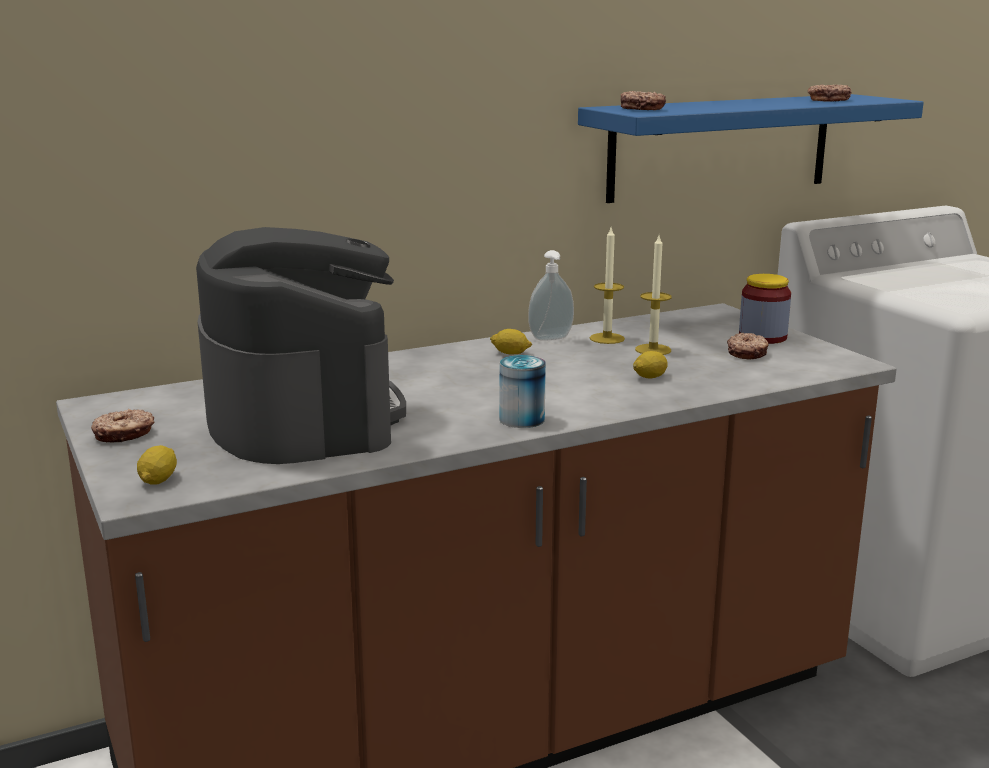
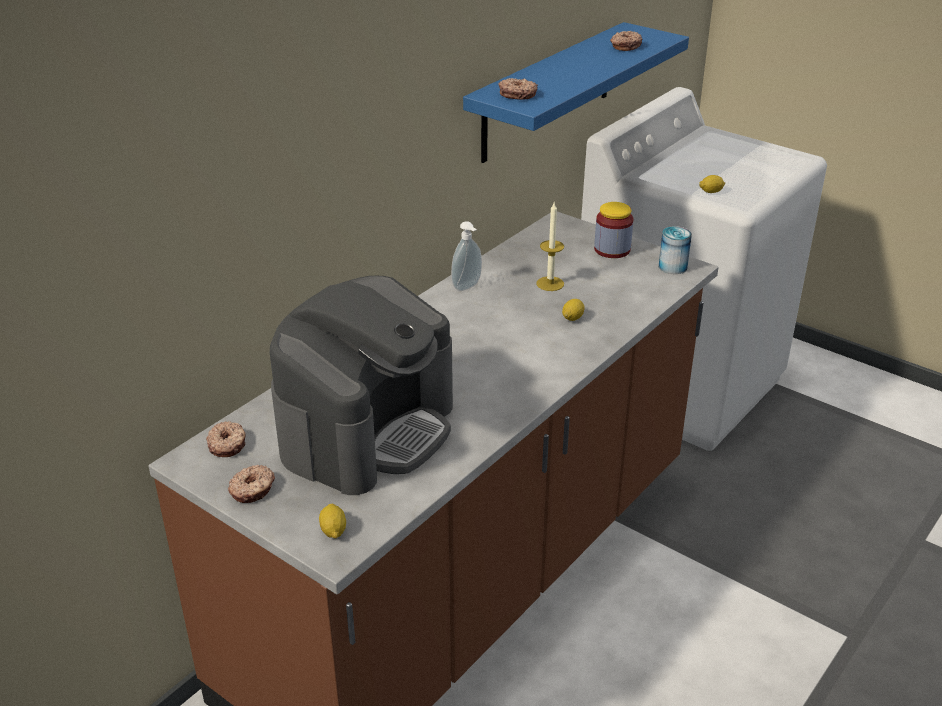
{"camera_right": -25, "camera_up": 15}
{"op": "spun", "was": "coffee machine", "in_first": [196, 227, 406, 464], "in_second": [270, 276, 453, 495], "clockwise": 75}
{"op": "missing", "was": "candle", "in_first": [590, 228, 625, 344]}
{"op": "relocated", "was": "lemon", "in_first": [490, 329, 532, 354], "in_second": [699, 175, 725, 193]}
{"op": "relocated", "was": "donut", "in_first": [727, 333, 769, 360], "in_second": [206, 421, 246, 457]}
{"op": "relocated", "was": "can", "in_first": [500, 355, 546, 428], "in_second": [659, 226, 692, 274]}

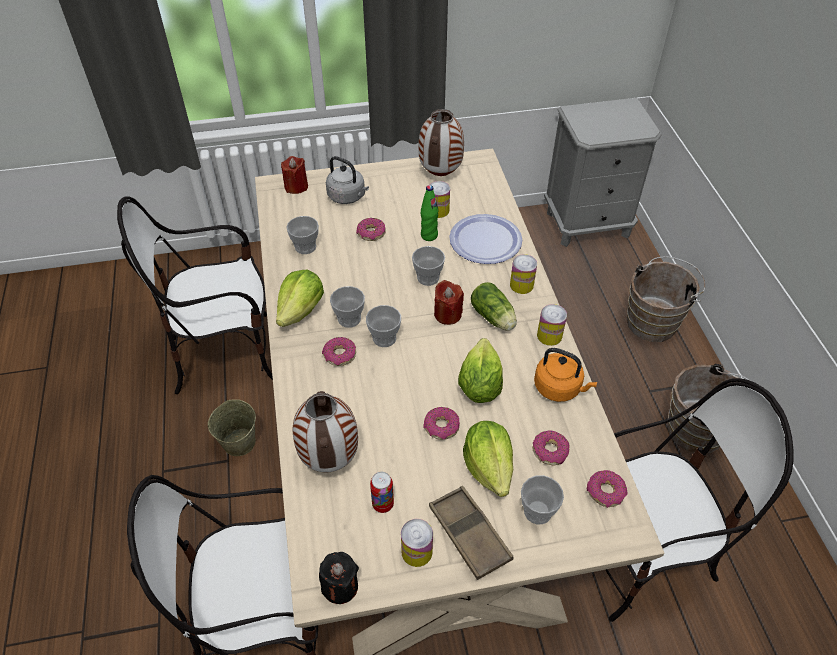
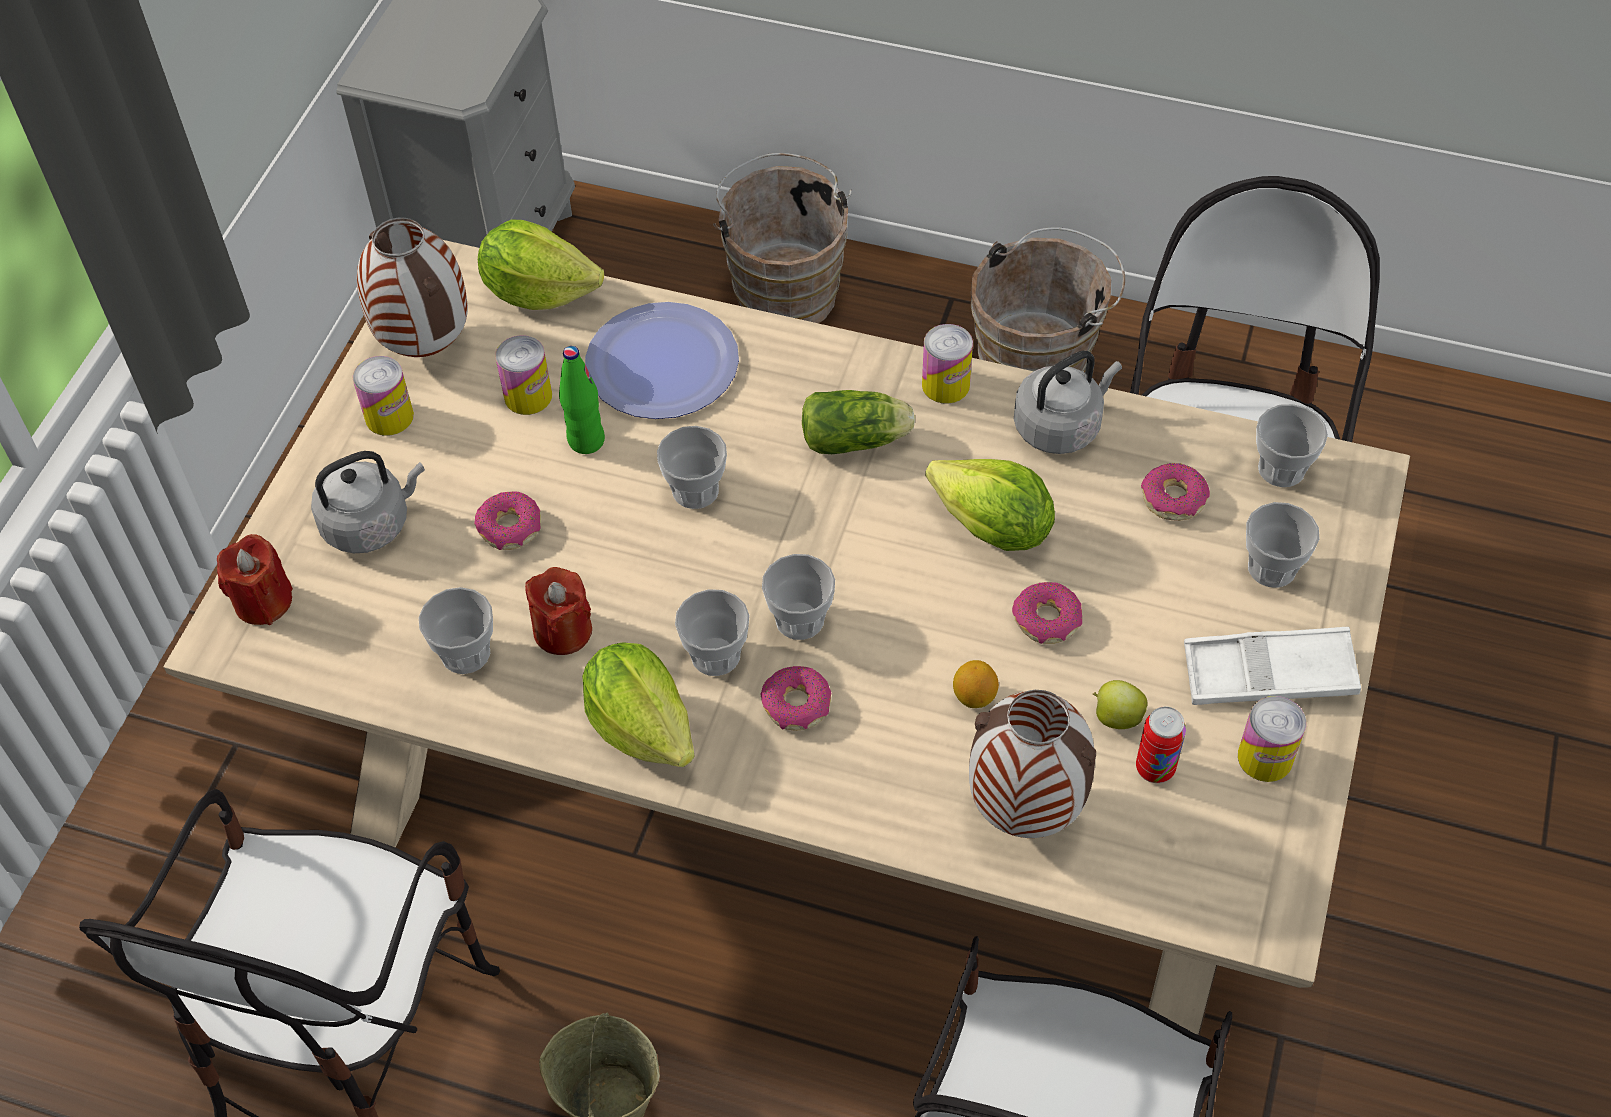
{"camera_right": -60, "camera_up": 5}
{"op": "relocated", "was": "can", "in_first": [510, 254, 537, 294], "in_second": [353, 356, 414, 436]}
{"op": "relocated", "was": "candle/red", "in_first": [434, 280, 464, 325], "in_second": [525, 567, 592, 655]}
{"op": "colour", "was": "kettle/orange", "now": "kettle/grey", "in_first": [534, 348, 597, 402], "in_second": [1014, 351, 1122, 454]}
{"op": "relocated", "was": "lettuce", "in_first": [463, 421, 513, 497], "in_second": [478, 219, 604, 310]}
{"op": "exchanged", "was": "donut", "now": "cup", "in_first": [587, 470, 628, 508], "in_second": [1256, 404, 1328, 487]}
{"op": "colour", "was": "tray/brown", "now": "tray/white", "in_first": [429, 486, 513, 580], "in_second": [1184, 627, 1361, 705]}
{"op": "missing", "was": "candle/black", "in_first": [319, 552, 359, 604]}
{"op": "appeared", "now": "lemon", "in_second": [953, 660, 999, 708]}
{"op": "appeared", "now": "apple", "in_second": [1093, 680, 1148, 729]}

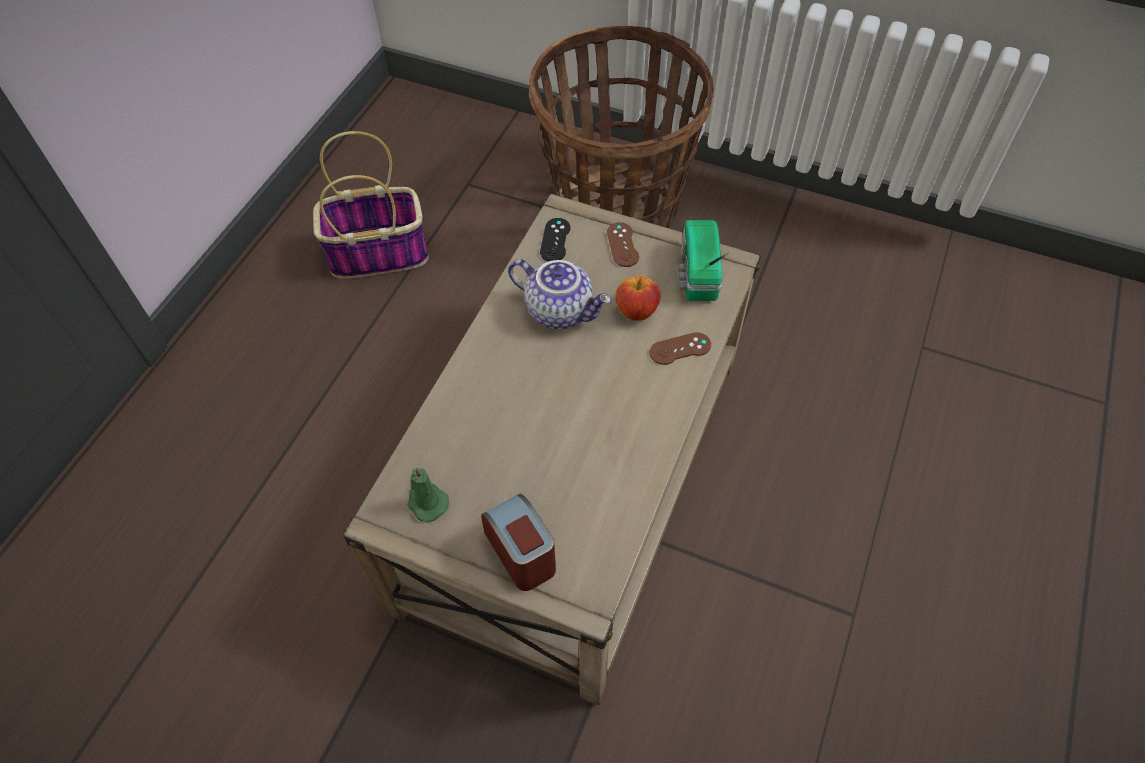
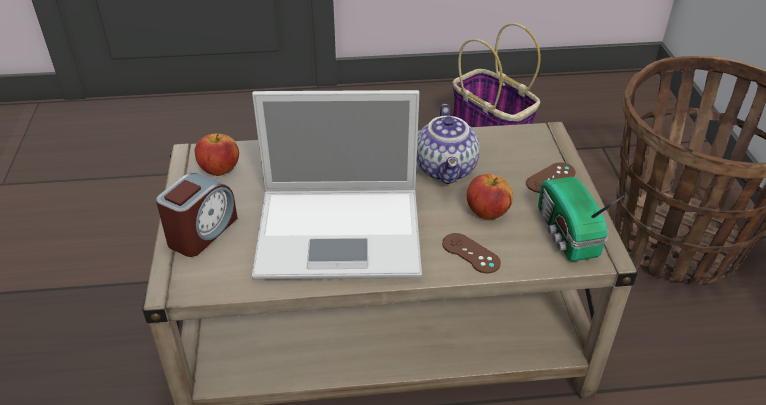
{"camera_right": 60, "camera_up": -15}
{"op": "missing", "was": "game controller/black", "in_first": [540, 218, 570, 262]}
{"op": "spun", "was": "radio", "in_first": [678, 220, 729, 301], "in_second": [538, 177, 624, 262], "clockwise": -75}
{"op": "exchanged", "was": "candle/green", "now": "apple", "in_first": [407, 467, 449, 522], "in_second": [195, 133, 239, 176]}
{"op": "appeared", "now": "laptop", "in_second": [252, 90, 422, 280]}

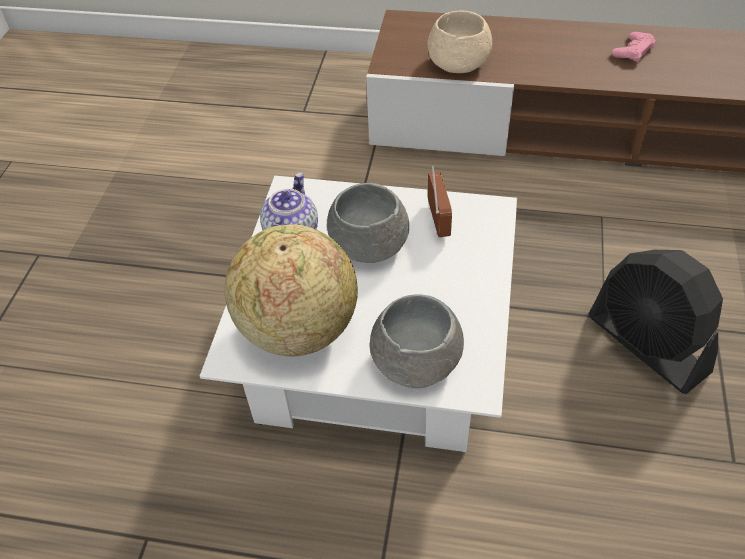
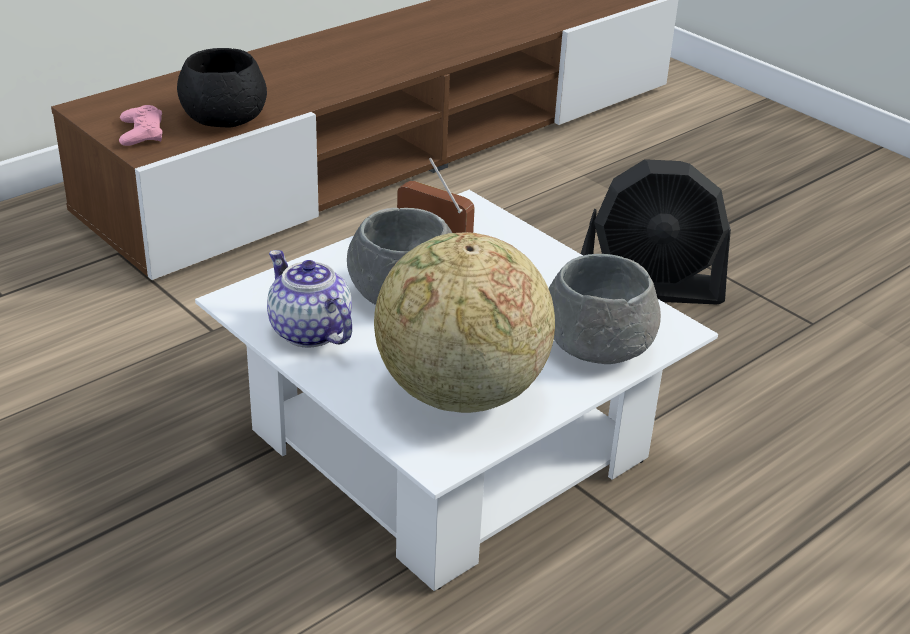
{"camera_right": -55, "camera_up": -15}
{"op": "colour", "was": "bowl/beige", "now": "bowl/black", "in_first": [428, 10, 492, 73], "in_second": [177, 48, 267, 127]}
{"op": "relocated", "was": "game controller/pink", "in_first": [611, 32, 657, 63], "in_second": [119, 105, 163, 146]}

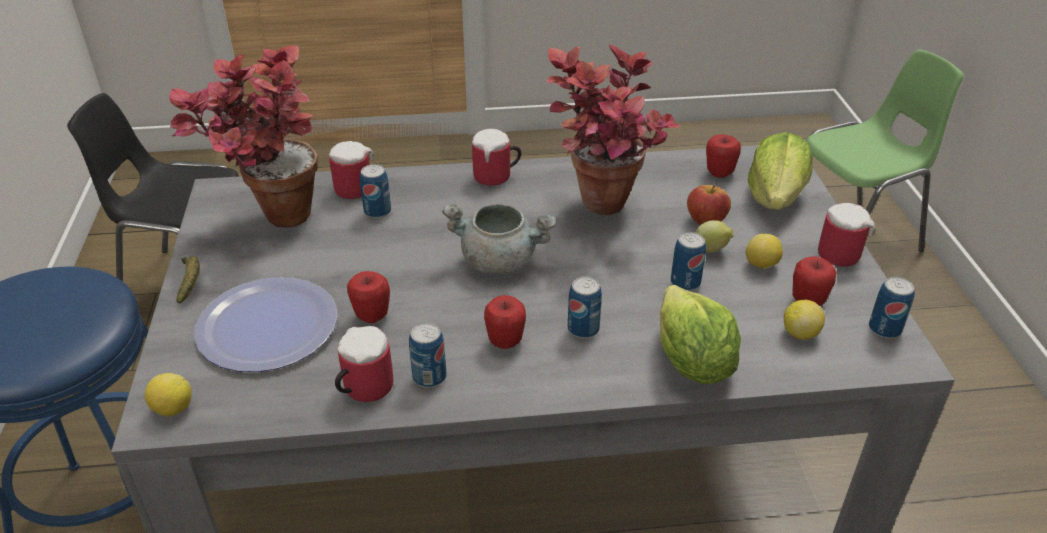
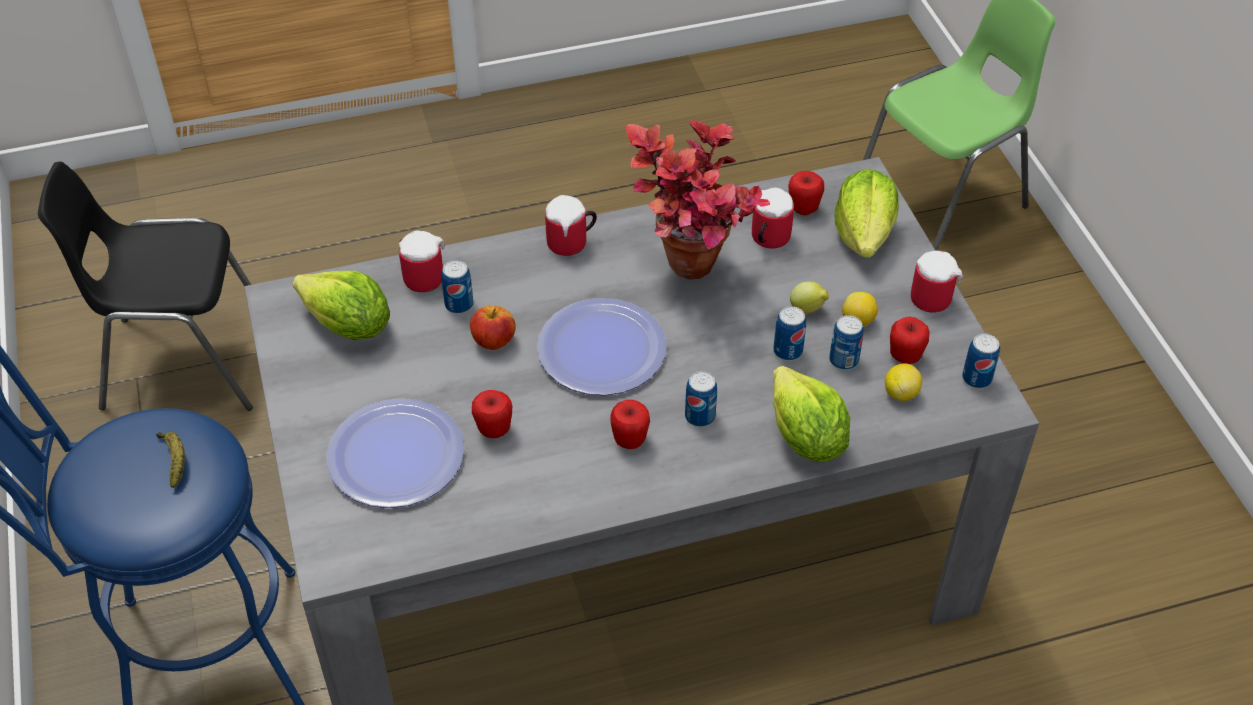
{"camera_right": -10, "camera_up": 10}
{"op": "exchanged", "was": "potted plant", "now": "lettuce", "in_first": [169, 45, 318, 228], "in_second": [293, 271, 390, 340]}
{"op": "relocated", "was": "apple", "in_first": [687, 185, 731, 225], "in_second": [470, 305, 516, 350]}
{"op": "exchanged", "was": "cooking pot/grey", "now": "plate", "in_first": [442, 204, 557, 274], "in_second": [537, 298, 667, 395]}
{"op": "relocated", "was": "banana", "in_first": [176, 256, 200, 304], "in_second": [156, 432, 185, 488]}
{"op": "relocated", "was": "can", "in_first": [409, 323, 446, 388], "in_second": [829, 315, 864, 370]}
{"op": "relocated", "was": "mug", "in_first": [335, 326, 393, 402], "in_second": [752, 187, 794, 248]}
{"op": "missing", "was": "lemon", "in_first": [144, 373, 192, 417]}

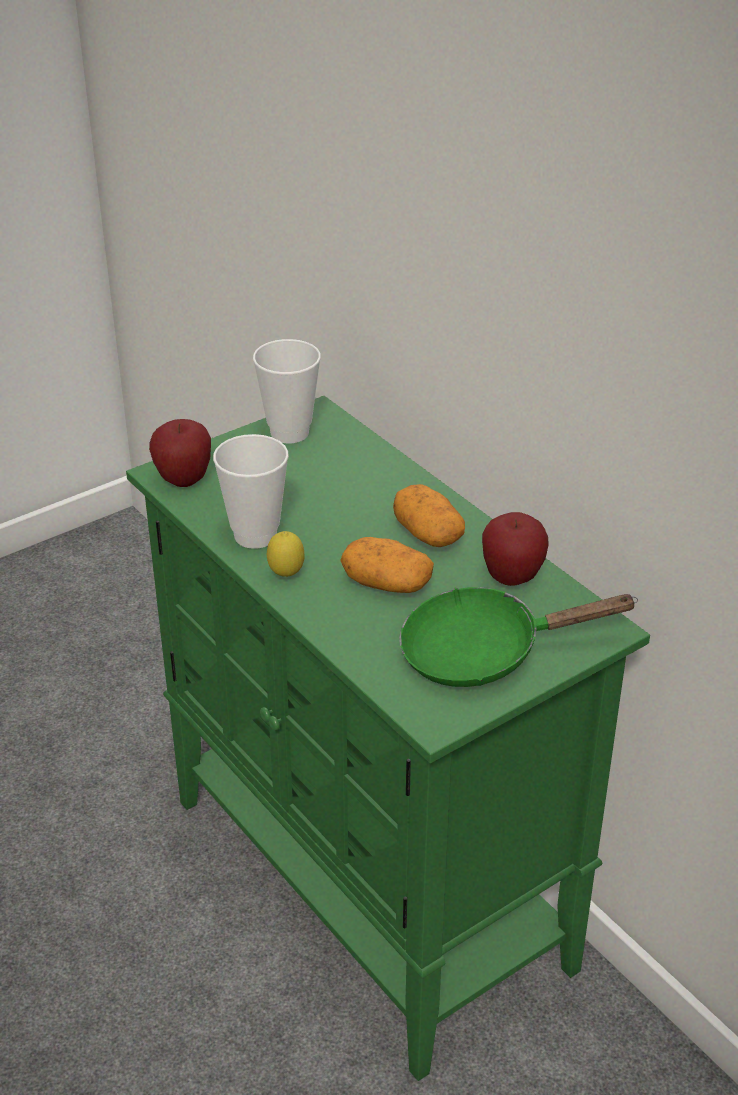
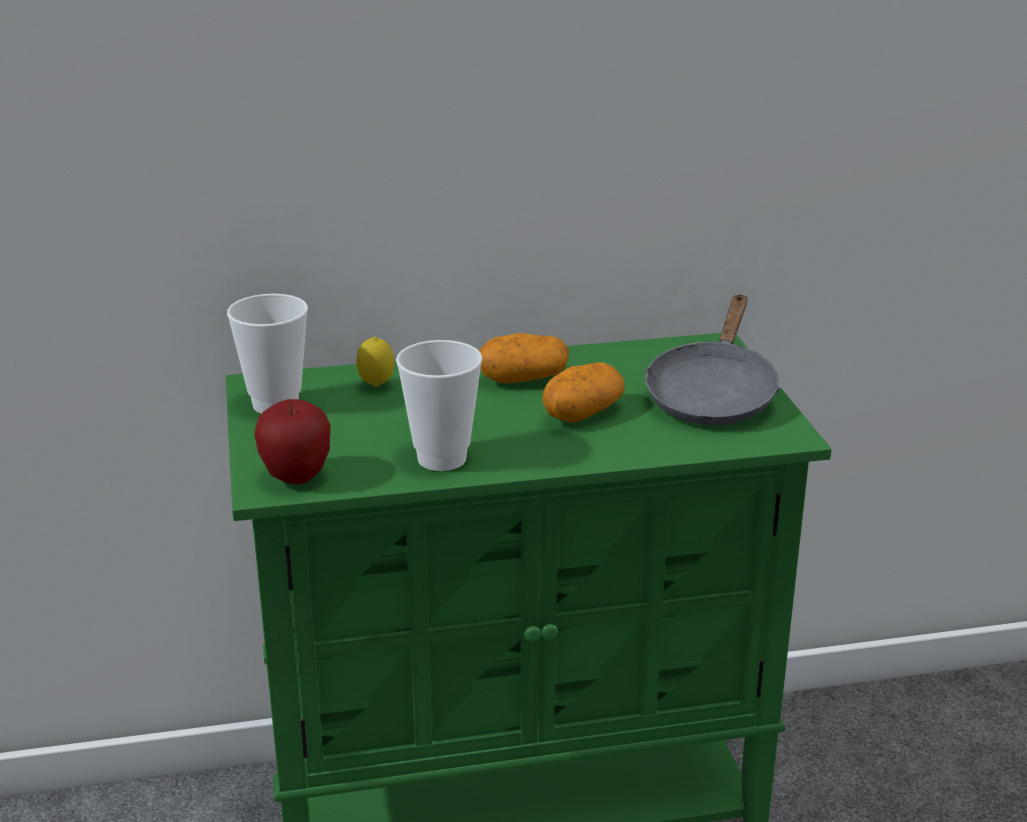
{"camera_right": -65, "camera_up": -10}
{"op": "missing", "was": "apple", "in_first": [482, 512, 549, 586]}
{"op": "relocated", "was": "lemon", "in_first": [267, 531, 304, 577], "in_second": [356, 337, 395, 387]}
{"op": "colour", "was": "frying pan/green", "now": "frying pan/grey", "in_first": [399, 587, 638, 687], "in_second": [645, 294, 781, 425]}

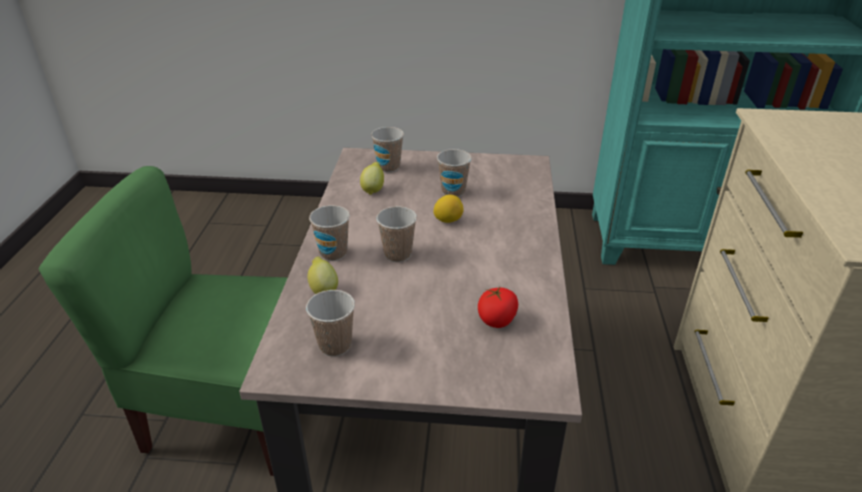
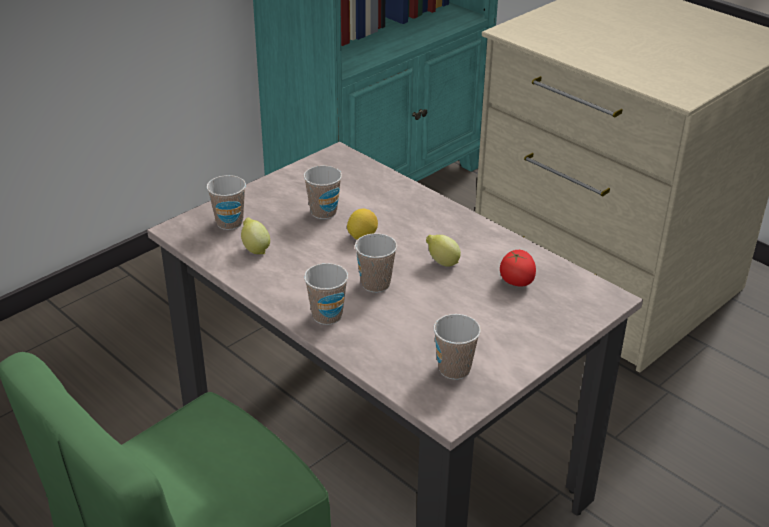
{"camera_right": -50, "camera_up": 0}
{"op": "relocated", "was": "lemon", "in_first": [307, 256, 338, 294], "in_second": [426, 235, 461, 267]}

